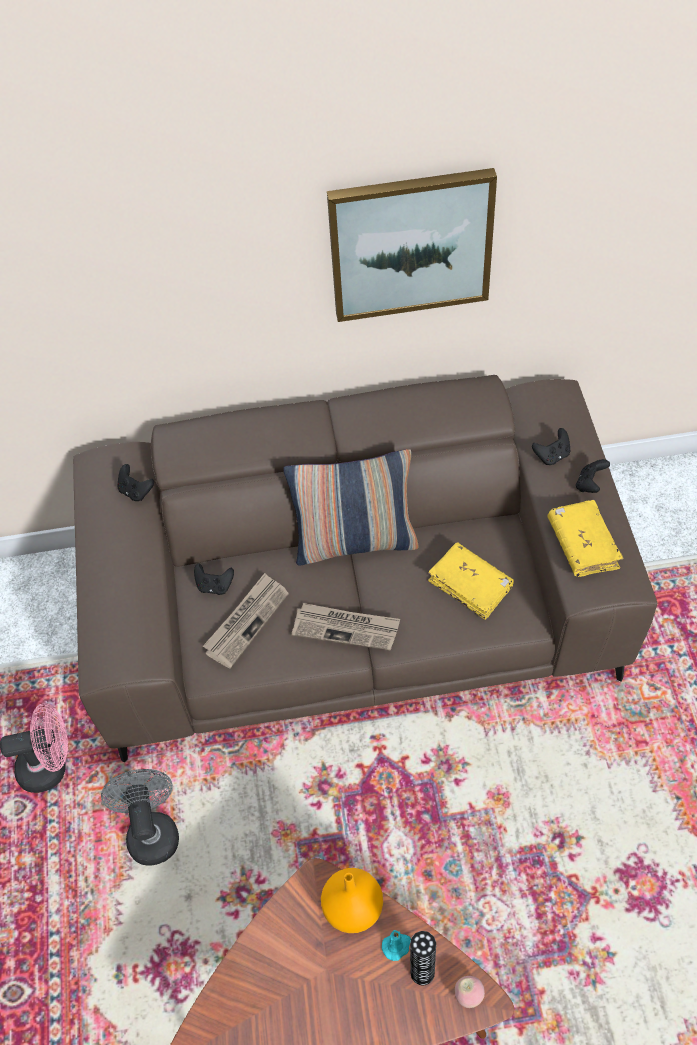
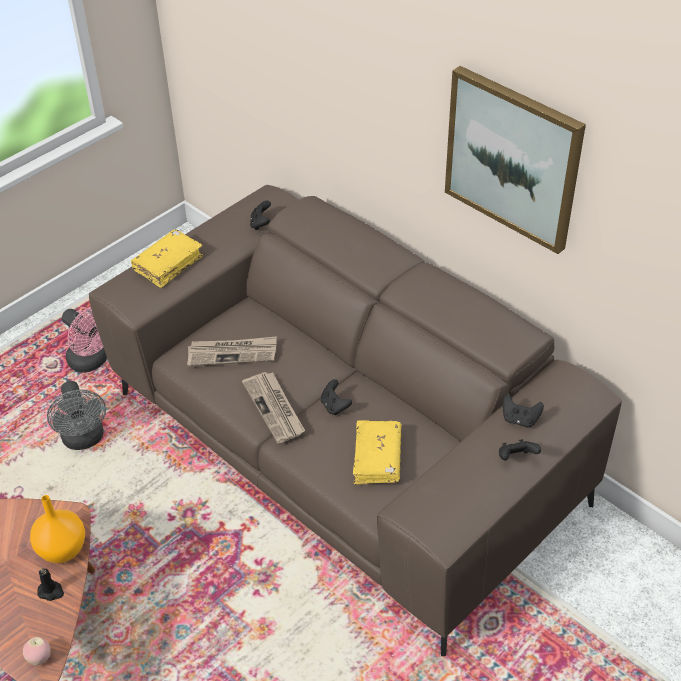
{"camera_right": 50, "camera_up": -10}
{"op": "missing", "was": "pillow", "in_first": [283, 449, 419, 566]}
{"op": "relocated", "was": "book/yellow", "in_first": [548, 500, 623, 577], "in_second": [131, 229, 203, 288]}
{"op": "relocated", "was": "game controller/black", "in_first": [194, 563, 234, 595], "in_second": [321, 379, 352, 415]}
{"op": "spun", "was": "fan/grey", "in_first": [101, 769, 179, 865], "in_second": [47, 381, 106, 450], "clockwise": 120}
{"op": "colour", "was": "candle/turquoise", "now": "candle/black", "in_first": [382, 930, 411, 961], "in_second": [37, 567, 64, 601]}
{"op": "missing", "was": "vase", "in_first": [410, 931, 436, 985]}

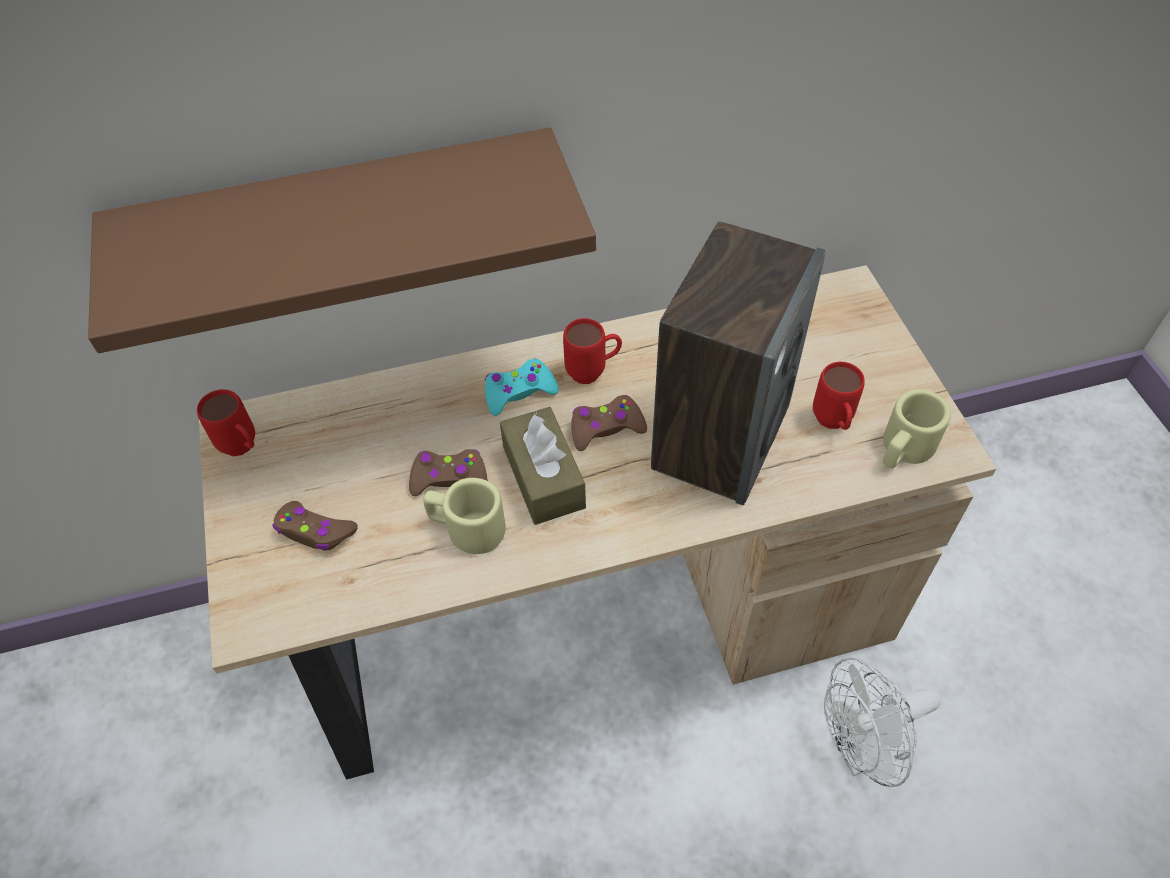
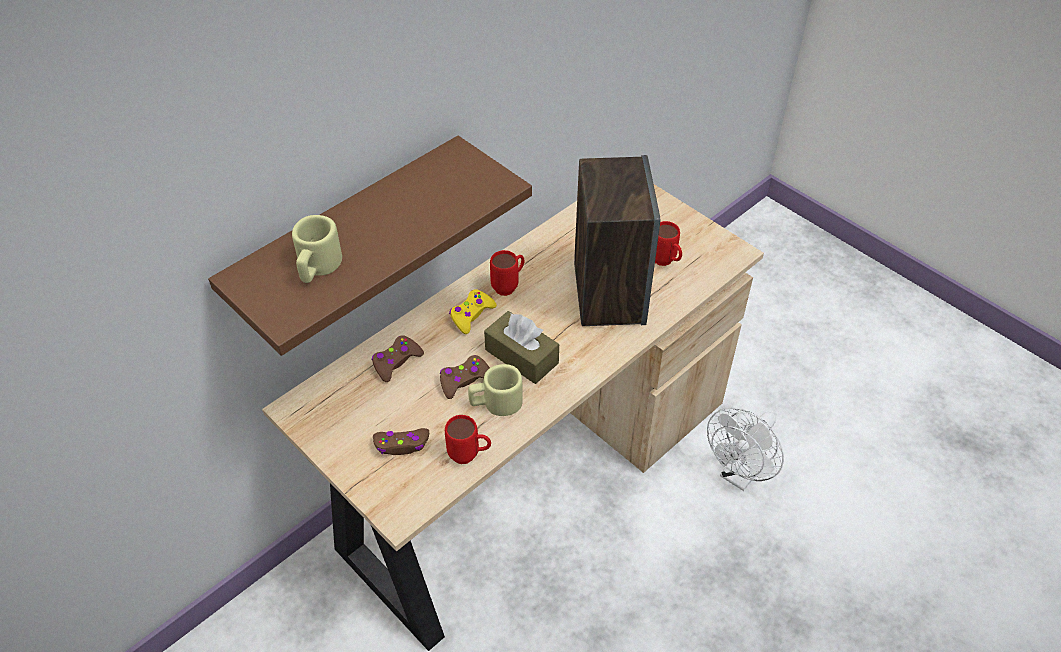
{"camera_right": -30, "camera_up": -5}
{"op": "colour", "was": "game controller/turquoise", "now": "game controller/yellow", "in_first": [485, 359, 559, 416], "in_second": [449, 289, 497, 334]}
{"op": "relocated", "was": "mug/red", "in_first": [197, 389, 255, 456], "in_second": [445, 415, 491, 464]}
{"op": "relocated", "was": "mug/beige", "in_first": [883, 389, 951, 468], "in_second": [292, 215, 342, 283]}
{"op": "relocated", "was": "game controller/brown", "in_first": [572, 395, 647, 451], "in_second": [372, 335, 424, 382]}

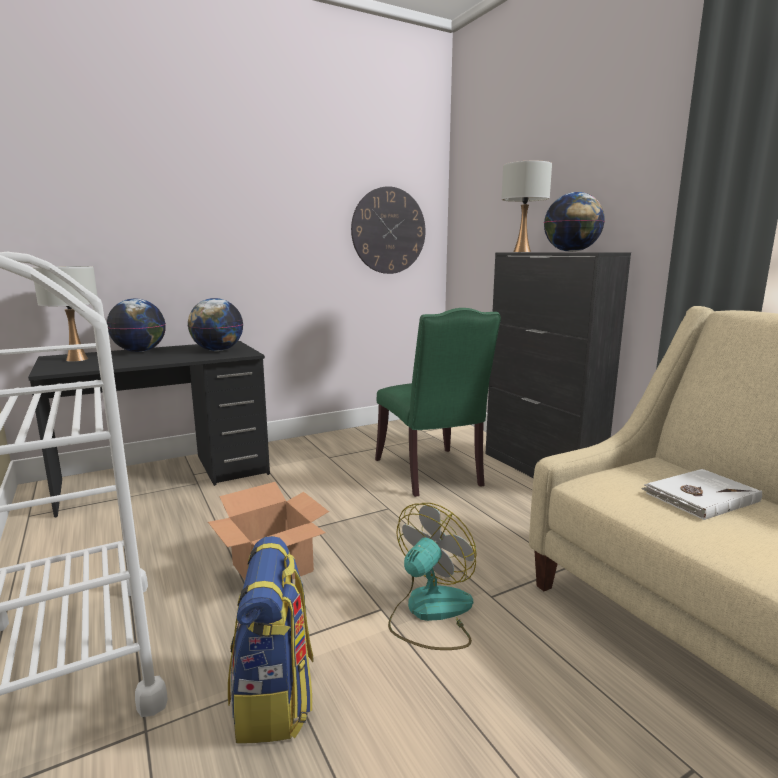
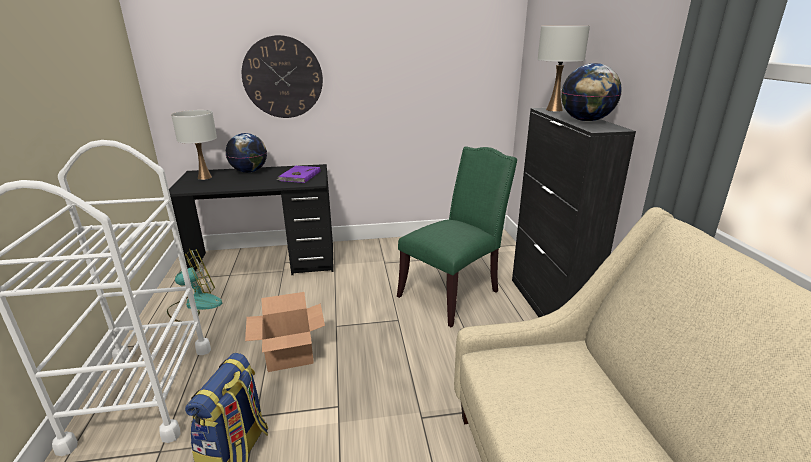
{"camera_right": 20, "camera_up": 10}
{"op": "relocated", "was": "wall clock", "in_first": [351, 186, 425, 274], "in_second": [242, 35, 323, 118]}
{"op": "exchanged", "was": "globe", "now": "book/purple", "in_first": [188, 298, 243, 351], "in_second": [277, 166, 320, 183]}
{"op": "spun", "was": "chair/green", "in_first": [375, 308, 501, 497], "in_second": [397, 147, 517, 327], "clockwise": -135}
{"op": "missing", "was": "book/white", "in_first": [641, 469, 762, 520]}
{"op": "relocated", "was": "fan", "in_first": [388, 503, 477, 650], "in_second": [167, 249, 222, 322]}

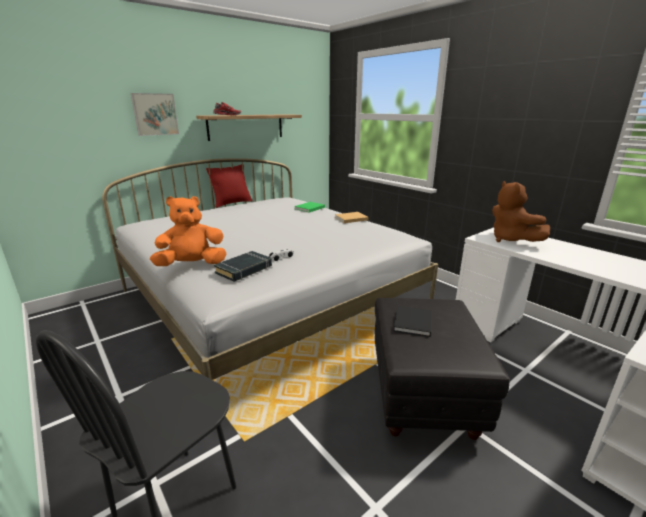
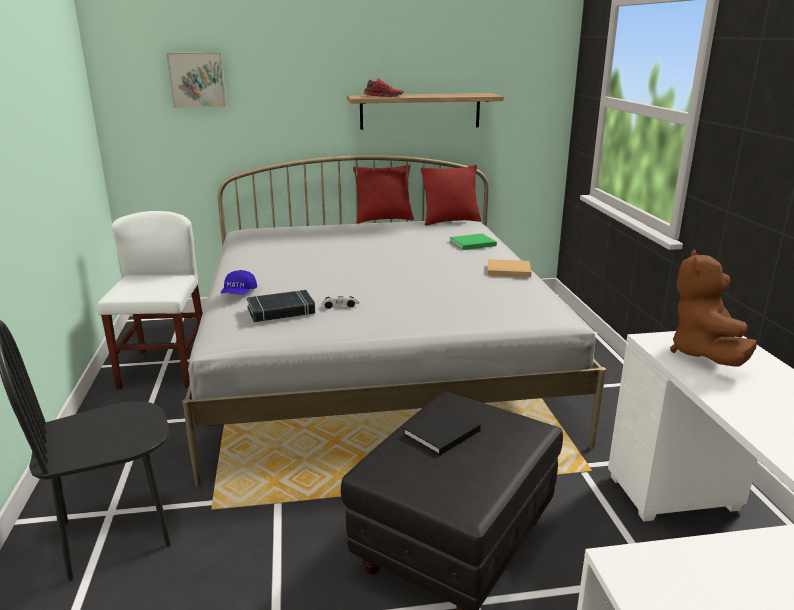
{"camera_right": 30, "camera_up": 0}
{"op": "relocated", "was": "picture", "in_first": [131, 93, 179, 136], "in_second": [166, 52, 227, 108]}
{"op": "exchanged", "was": "plush toy/orange", "now": "cap/blue", "in_first": [150, 196, 226, 266], "in_second": [221, 270, 257, 295]}
{"op": "appeared", "now": "pillow/red", "in_second": [421, 165, 482, 226]}
{"op": "appeared", "now": "chair/white", "in_second": [97, 211, 202, 390]}

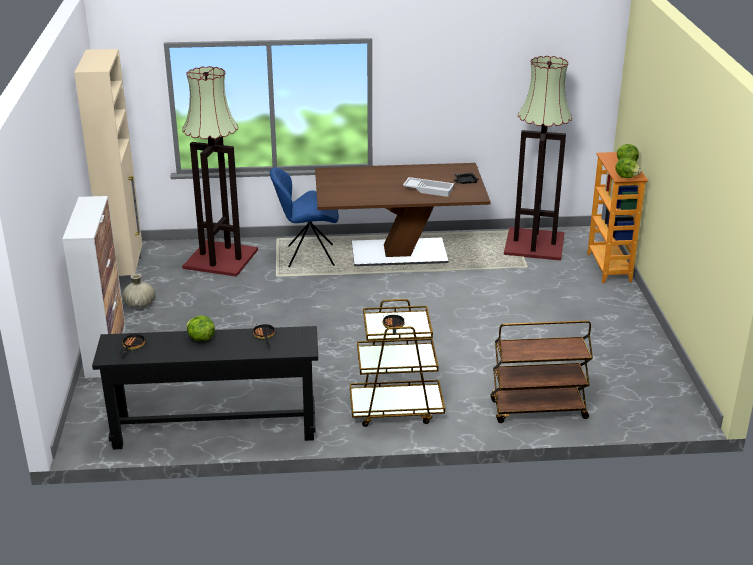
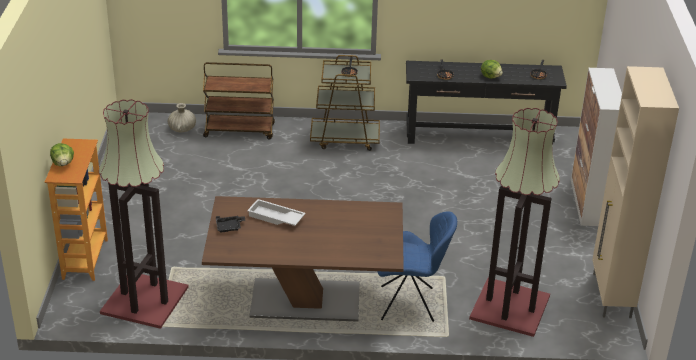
{"camera_right": -175, "camera_up": 5}
{"op": "missing", "was": "lettuce", "in_first": [616, 157, 641, 178]}
{"op": "relocated", "was": "vase/beige", "in_first": [122, 274, 155, 308], "in_second": [168, 103, 196, 133]}

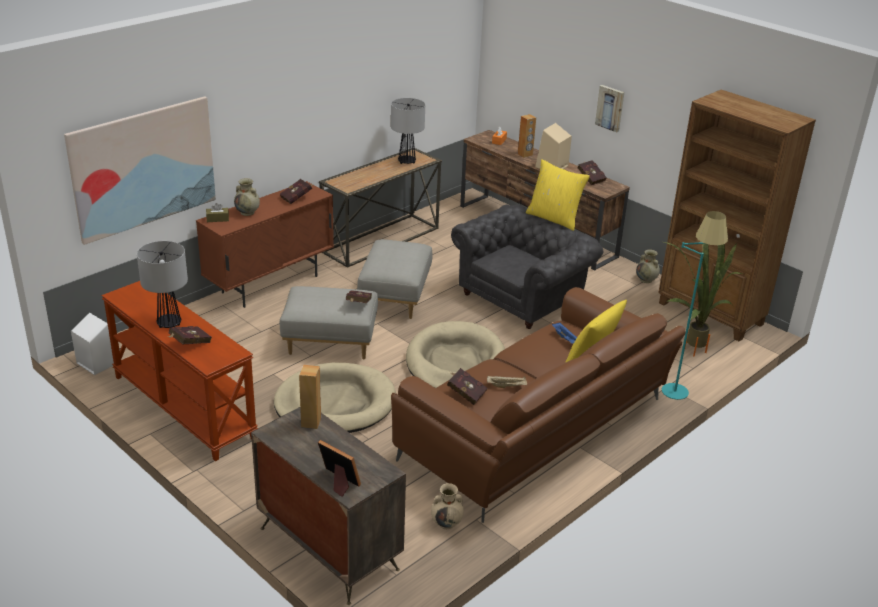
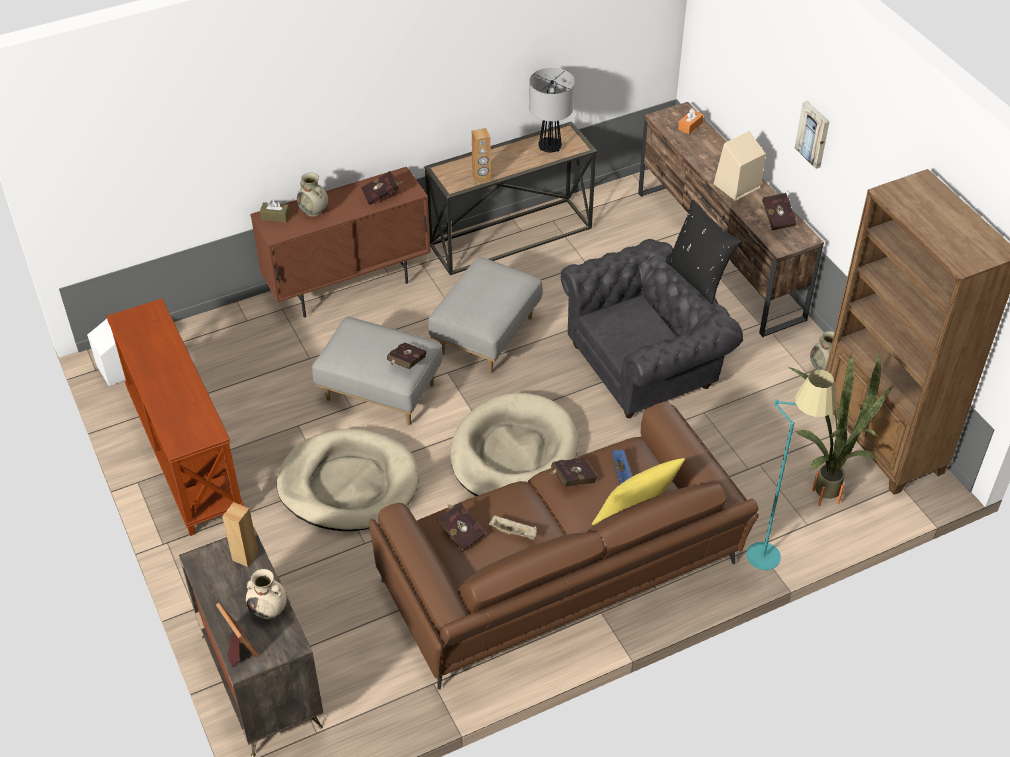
{"camera_right": 20, "camera_up": 15}
{"op": "missing", "was": "picture", "in_first": [64, 96, 216, 245]}
{"op": "relocated", "was": "speaker/brown", "in_first": [518, 114, 536, 158], "in_second": [472, 128, 491, 184]}
{"op": "colour", "was": "pillow/yellow", "now": "pillow/black", "in_first": [526, 159, 590, 231], "in_second": [665, 200, 741, 304]}
{"op": "missing", "was": "table lamp", "in_first": [137, 241, 188, 328]}
{"op": "relocated", "was": "book/red", "in_first": [169, 326, 212, 345], "in_second": [549, 458, 598, 487]}
{"op": "relocated", "was": "vase/beige", "in_first": [431, 483, 464, 529], "in_second": [246, 569, 287, 619]}

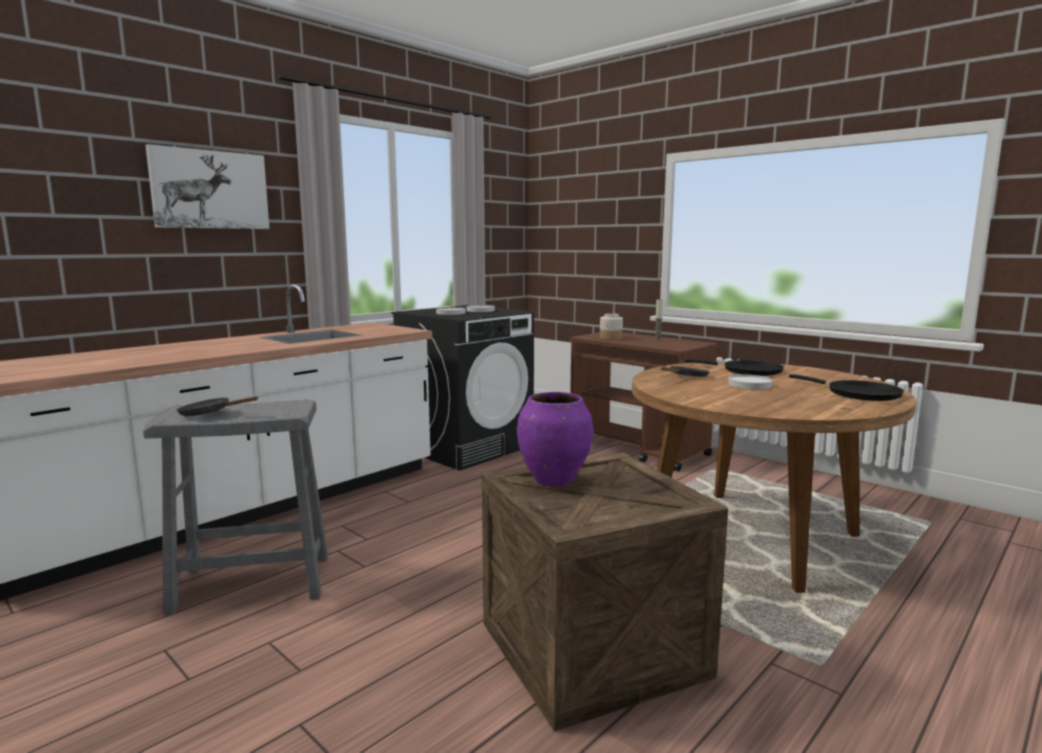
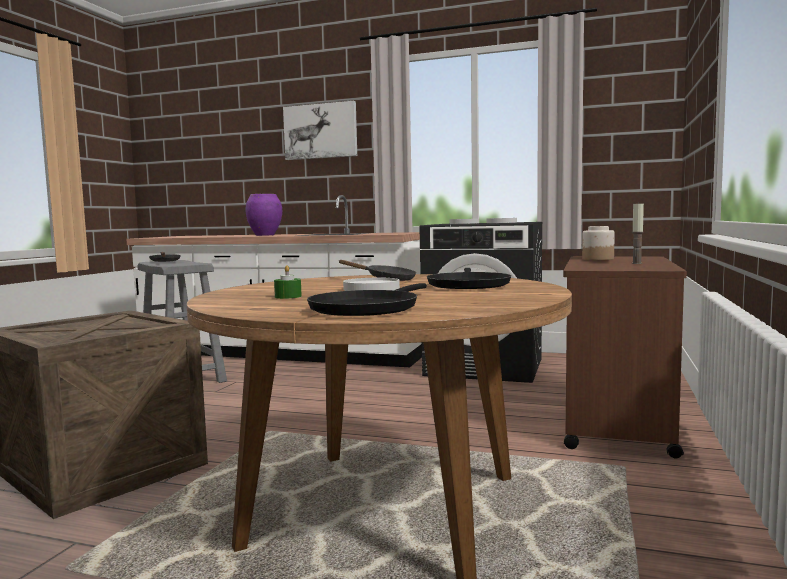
{"camera_right": 65, "camera_up": -5}
{"op": "relocated", "was": "vase/purple", "in_first": [517, 392, 593, 487], "in_second": [245, 194, 282, 236]}
{"op": "appeared", "now": "candle/green", "in_second": [274, 265, 302, 299]}

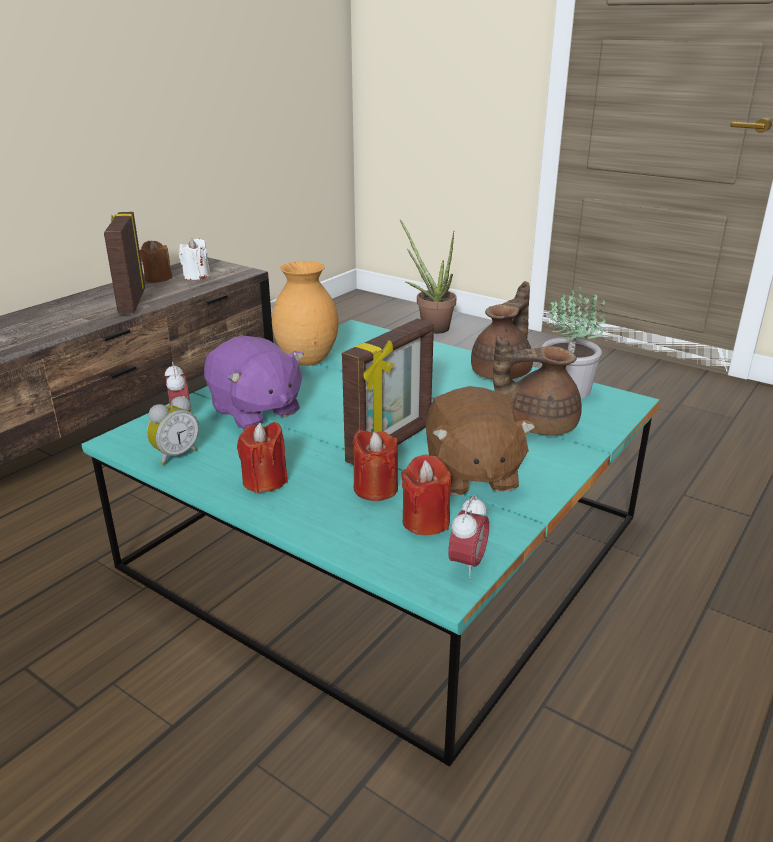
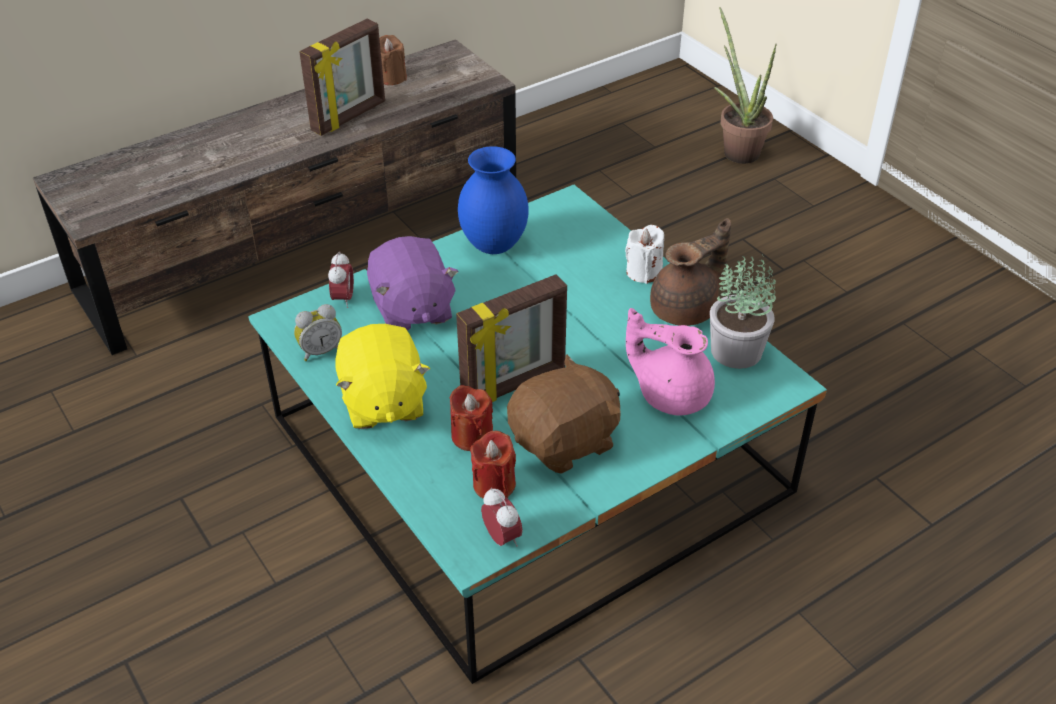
{"camera_right": 20, "camera_up": 15}
{"op": "spun", "was": "picture frame", "in_first": [104, 212, 145, 314], "in_second": [299, 19, 385, 136], "clockwise": -150}
{"op": "relocated", "was": "candle/white", "in_first": [179, 238, 210, 280], "in_second": [625, 225, 664, 284]}
{"op": "colour", "was": "vase/brown", "now": "vase/blue", "in_first": [272, 261, 339, 366], "in_second": [458, 146, 529, 254]}
{"op": "colour", "was": "teapot/brown", "now": "teapot/pink", "in_first": [493, 336, 582, 435], "in_second": [626, 308, 715, 416]}
{"op": "spun", "was": "plush toy/brown", "in_first": [425, 386, 536, 496], "in_second": [507, 354, 621, 474], "clockwise": -135}
{"op": "exchanged", "was": "candle/red", "now": "plush toy/yellow", "in_first": [237, 422, 288, 493], "in_second": [335, 324, 430, 429]}
{"op": "spun", "was": "alarm clock", "in_first": [448, 495, 489, 578], "in_second": [481, 488, 523, 547], "clockwise": -75}

